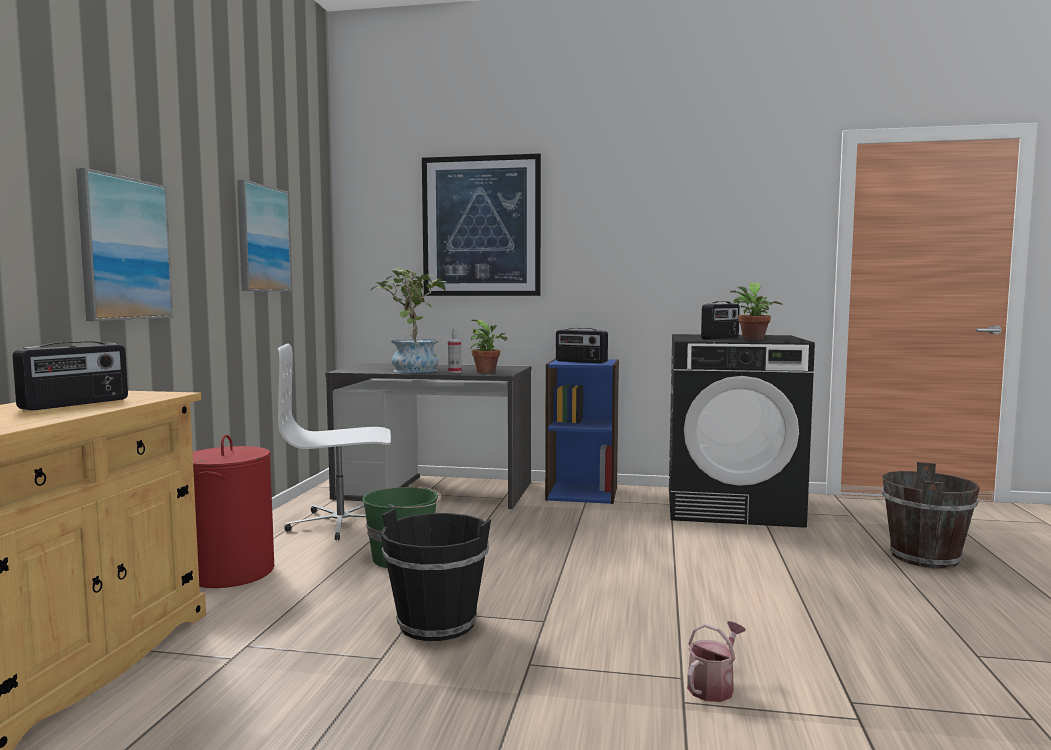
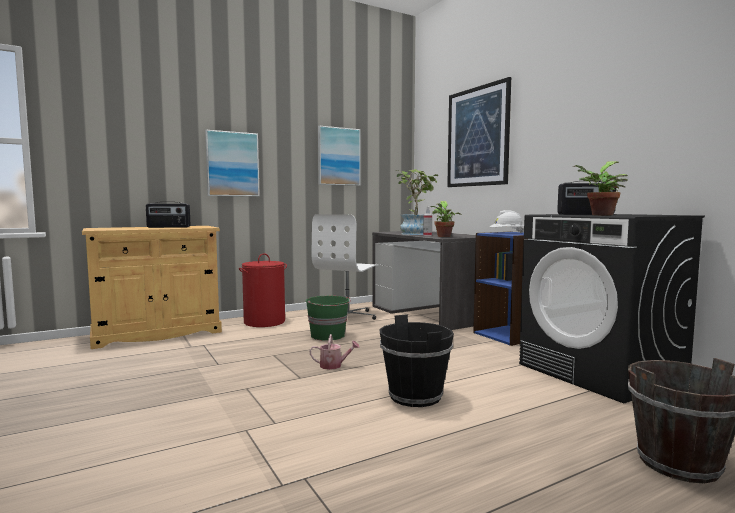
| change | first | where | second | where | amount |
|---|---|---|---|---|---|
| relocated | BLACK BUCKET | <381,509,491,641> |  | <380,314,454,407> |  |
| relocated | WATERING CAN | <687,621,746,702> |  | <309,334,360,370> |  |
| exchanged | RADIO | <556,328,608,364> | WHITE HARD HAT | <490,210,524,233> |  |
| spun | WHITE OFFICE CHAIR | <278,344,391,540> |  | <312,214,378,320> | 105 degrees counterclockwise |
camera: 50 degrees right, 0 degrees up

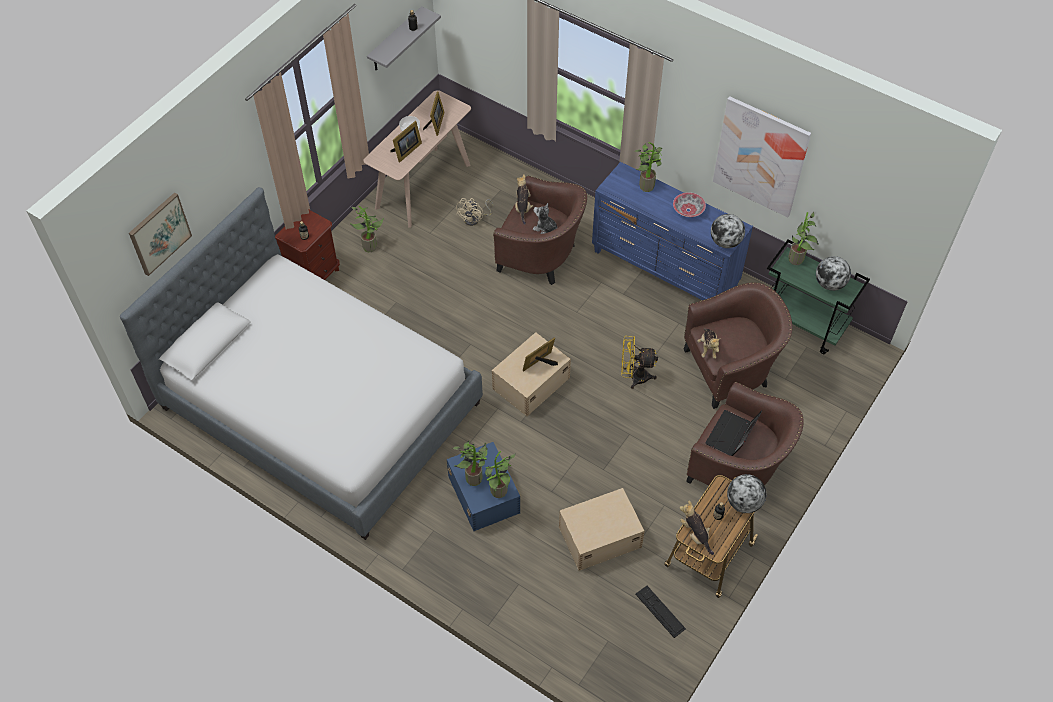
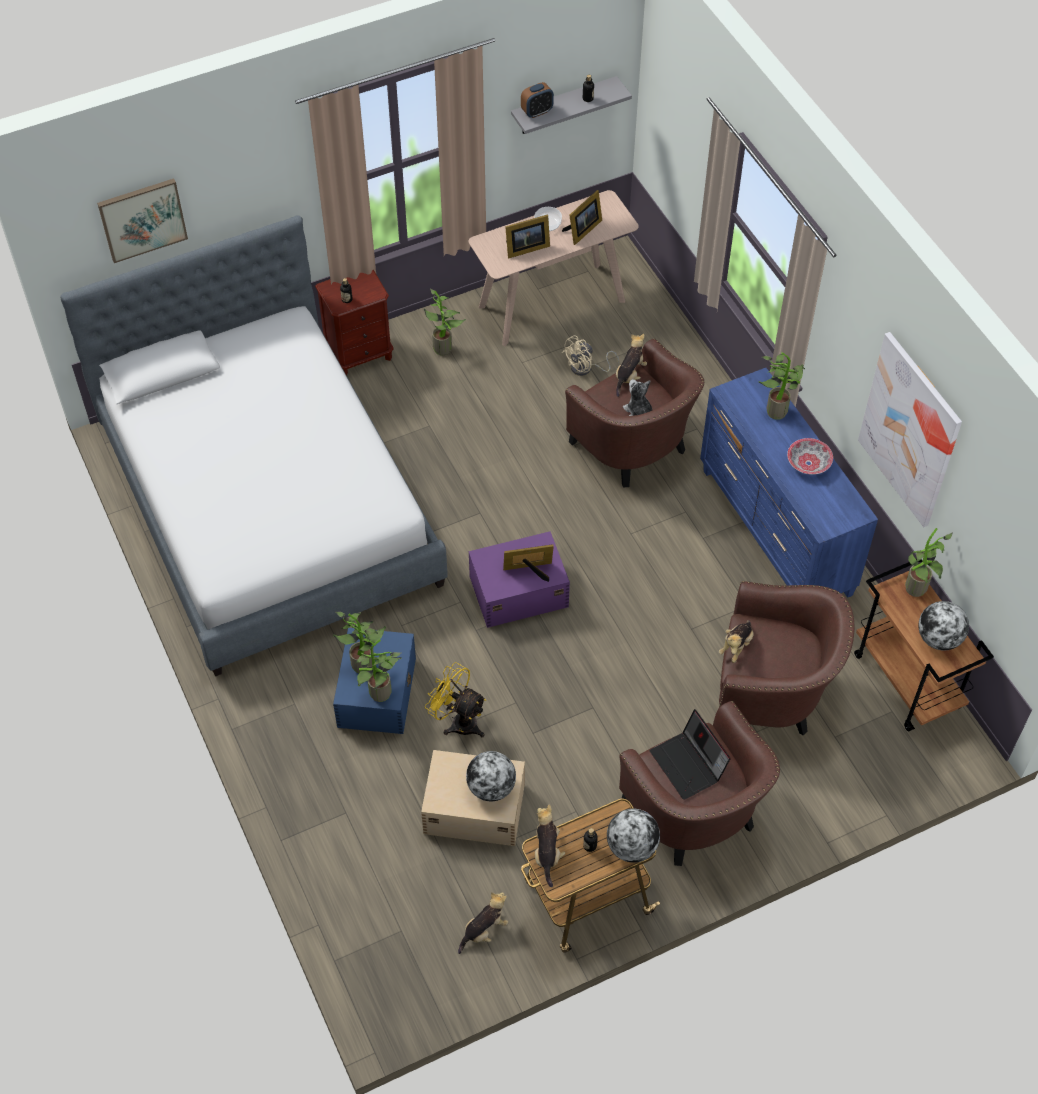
| change | first | where | second | where | amount |
|---|---|---|---|---|---|
| appeared |  |  | ALARM CLOCK | <521,82,554,118> |  |
| relocated | YELLOW FAN | <621,336,658,389> |  | <425,662,486,738> |  |
| relocated | GLOBE | <711,214,745,248> |  | <466,751,516,801> |  |
| exchanged | KEYBOARD | <635,586,686,638> | PLUSH TOY | <458,892,508,954> |  |
| colour | BEIGE STORAGE BOX | <492,332,571,416> | PURPLE STORAGE BOX | <469,531,570,628> |  |
| colour | GREEN CART | <767,240,870,354> | BROWN CART | <854,559,994,732> |  |
| spun | LAPTOP | <705,410,762,456> |  | <650,709,731,800> | 90 degrees counterclockwise |
camera: 30 degrees right, 0 degrees up

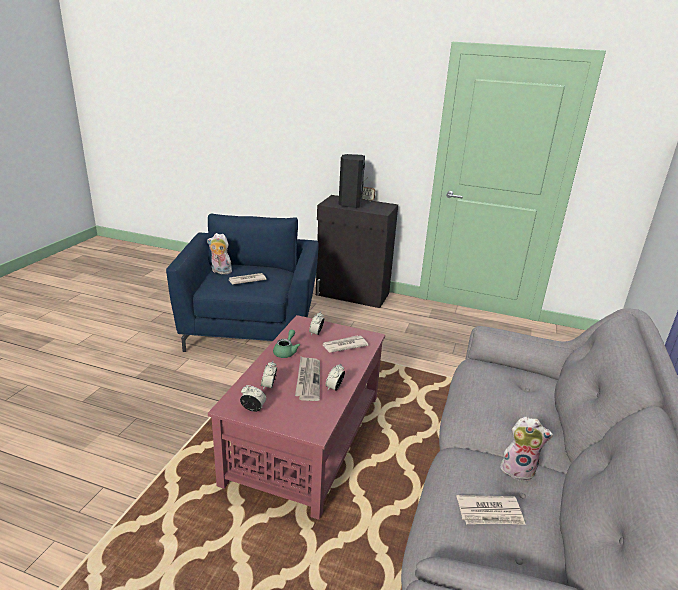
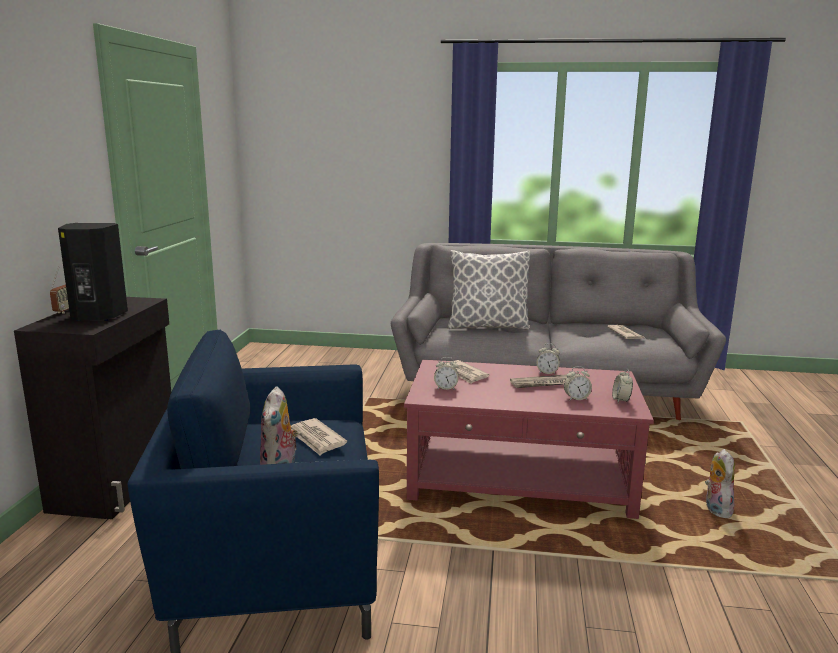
| change | first | where | second | where | amount |
|---|---|---|---|---|---|
| missing | GREEN TEAPOT | <273,329,300,358> |  |  |  |
| appeared |  |  | PILLOW | <448,250,530,330> |  |
| relocated | PLUSH TOY | <500,417,553,481> |  | <705,449,735,518> |  |
camera: 100 degrees left, 10 degrees down

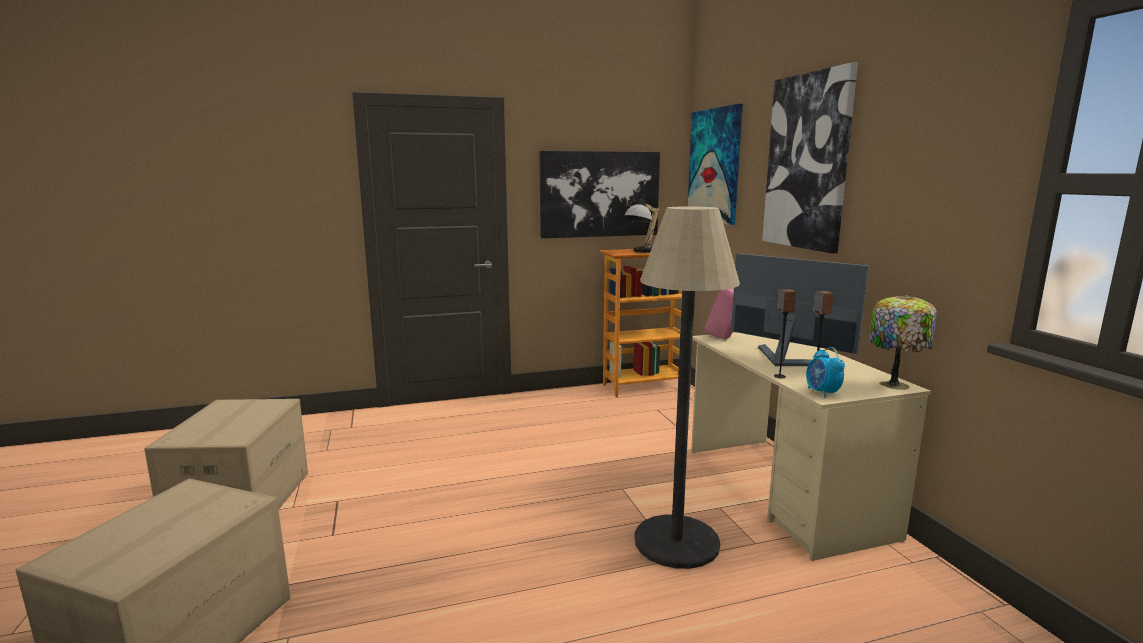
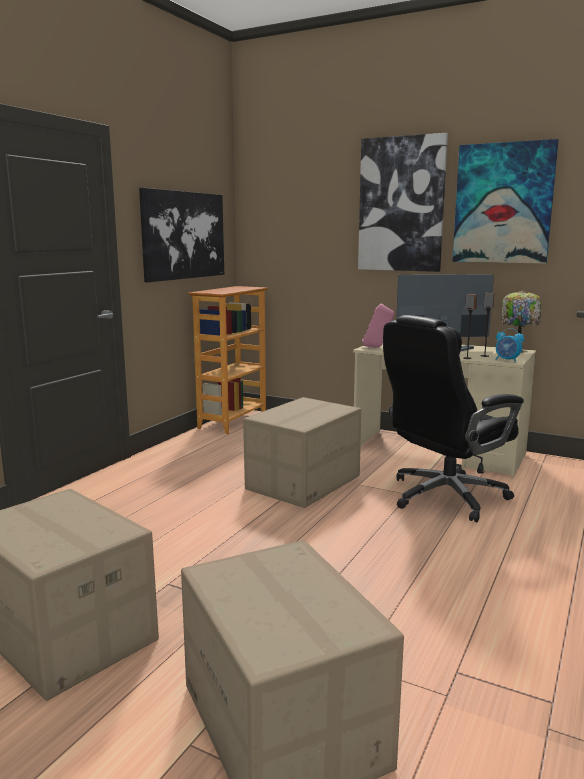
| change | first | where | second | where | amount |
|---|---|---|---|---|---|
| missing | TABLE LAMP | <624,196,659,253> |  |  |  |
| appeared |  |  | CARDBOARD BOX | <243,397,361,508> |  |
| relocated | PICTURE | <688,104,743,225> |  | <452,139,559,264> |  |
| exchanged | FLOOR LAMP | <634,206,740,569> | BLACK OFFICE CHAIR | <383,315,524,522> |  |
camera: 45 degrees left, 0 degrees up

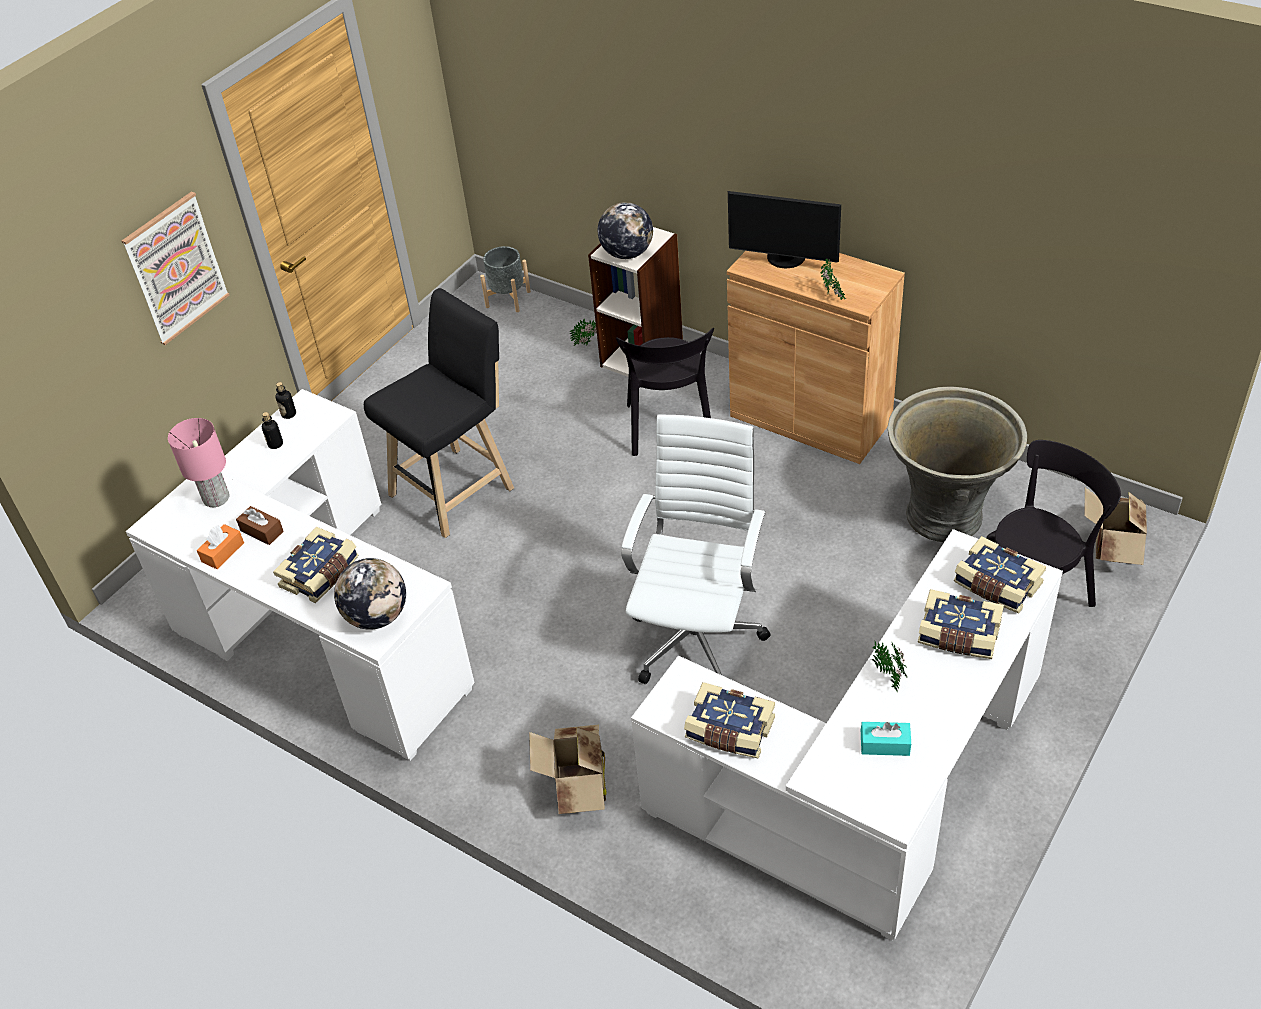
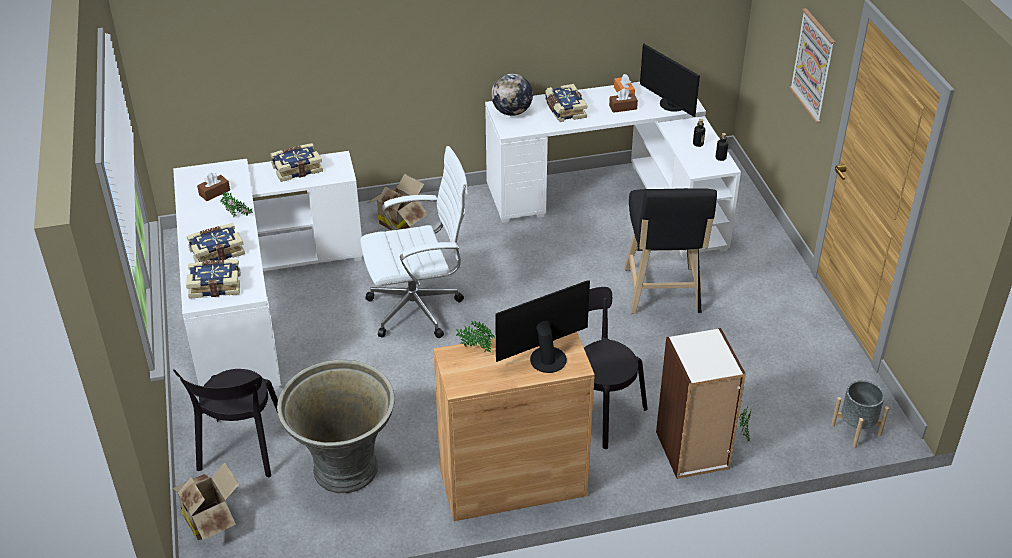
| change | first | where | second | where | amount |
|---|---|---|---|---|---|
| missing | GLOBE | <598,202,653,259> |  |  |  |
| exchanged | PINK TABLE LAMP | <168,418,230,507> | MONITOR | <640,43,700,117> |  |
| colour | TURQUOISE TISSUE BOX | <861,722,911,756> | BROWN TISSUE BOX | <197,173,230,201> |  |
| spun | WHITE OFFICE CHAIR | <622,414,771,684> |  | <360,146,469,338> | 75 degrees counterclockwise |
camera: 130 degrees right, 5 degrees down

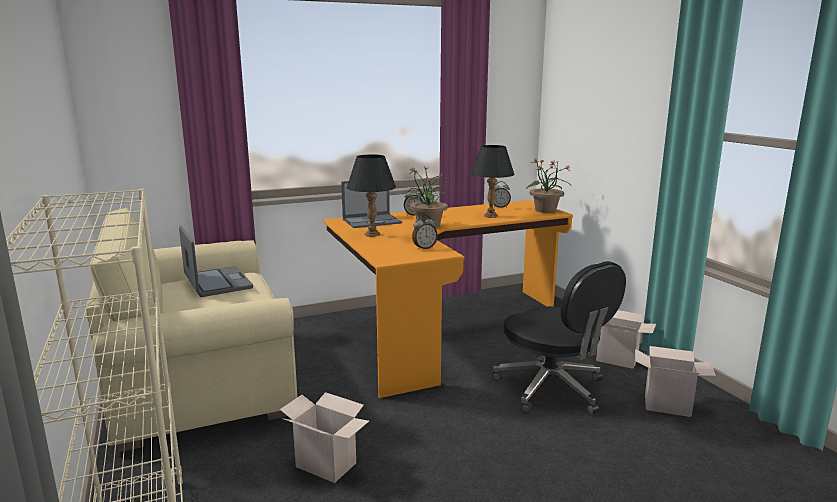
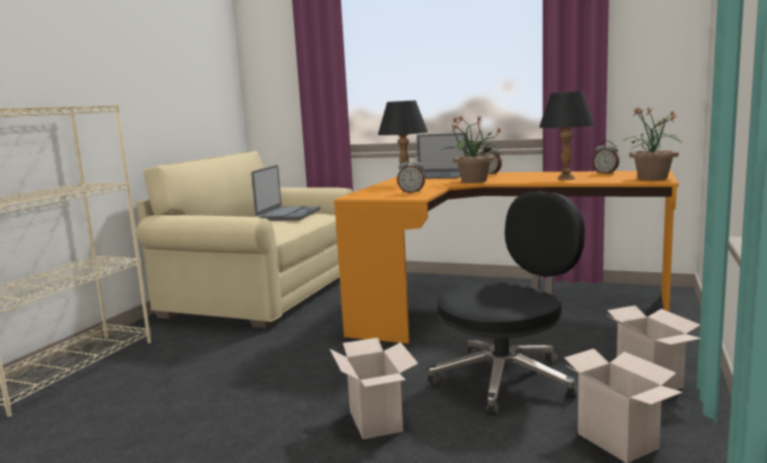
| change | first | where | second | where | amount |
|---|---|---|---|---|---|
| relocated | CARDBOARD BOX | <280,392,369,483> |  | <330,338,418,439> |  |
| spun | BLACK OFFICE CHAIR | <493,261,626,414> |  | <428,191,585,416> | 135 degrees counterclockwise |
camera: 45 degrees right, 5 degrees down

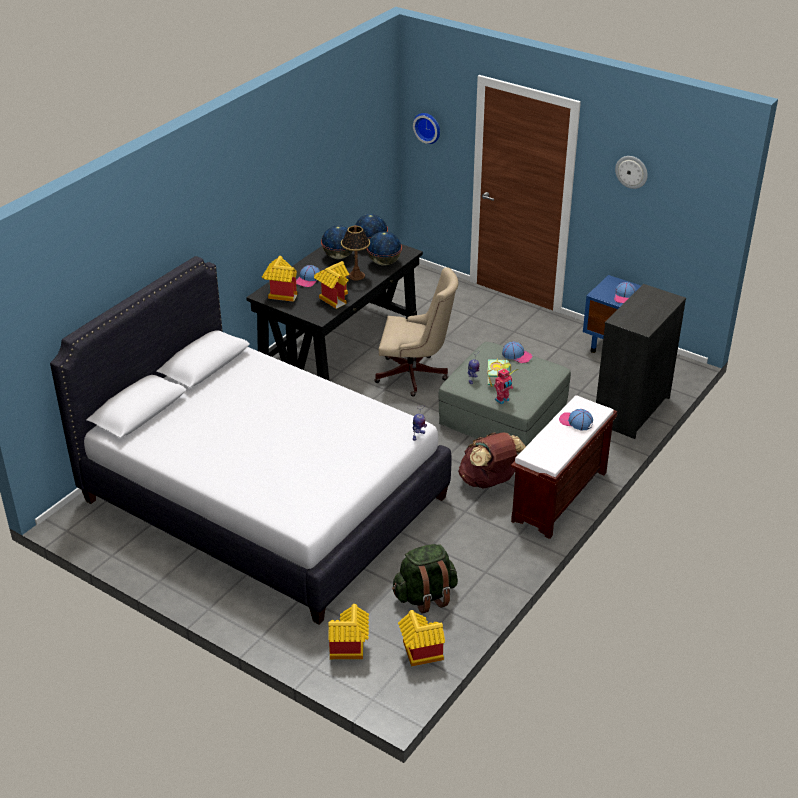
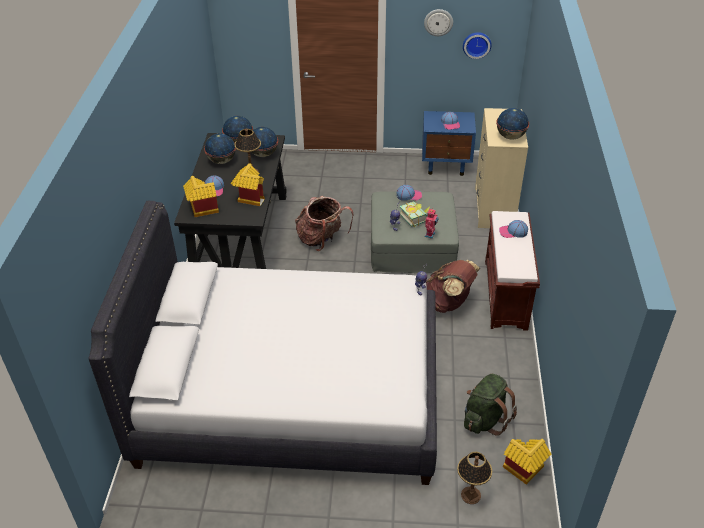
| change | first | where | second | where | amount |
|---|---|---|---|---|---|
| appeared |  |  | GLOBE | <496,108,529,140> |  |
| relocated | WALL CLOCK | <413,113,440,144> |  | <463,32,492,59> |  |
| exchanged | TOY HOUSE | <329,604,369,659> | TABLE LAMP | <457,452,492,504> |  |
| exchanged | BEIGE OFFICE CHAIR | <374,267,459,396> | BACKPACK | <295,196,354,251> |  |
| colour | BLACK DRESSER | <596,284,686,439> | BEIGE DRESSER | <475,108,528,228> |  |
camera: 30 degrees left, 5 degrees up

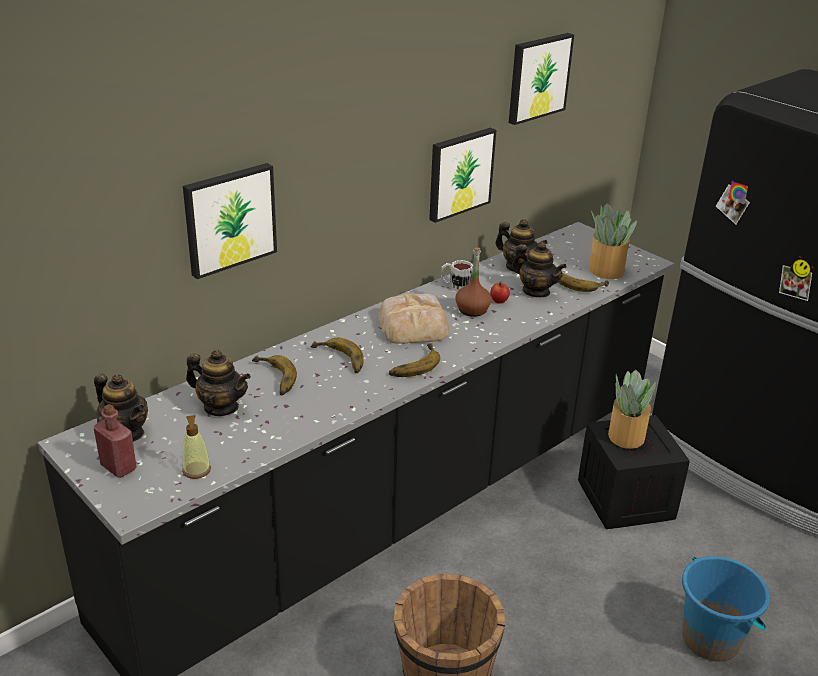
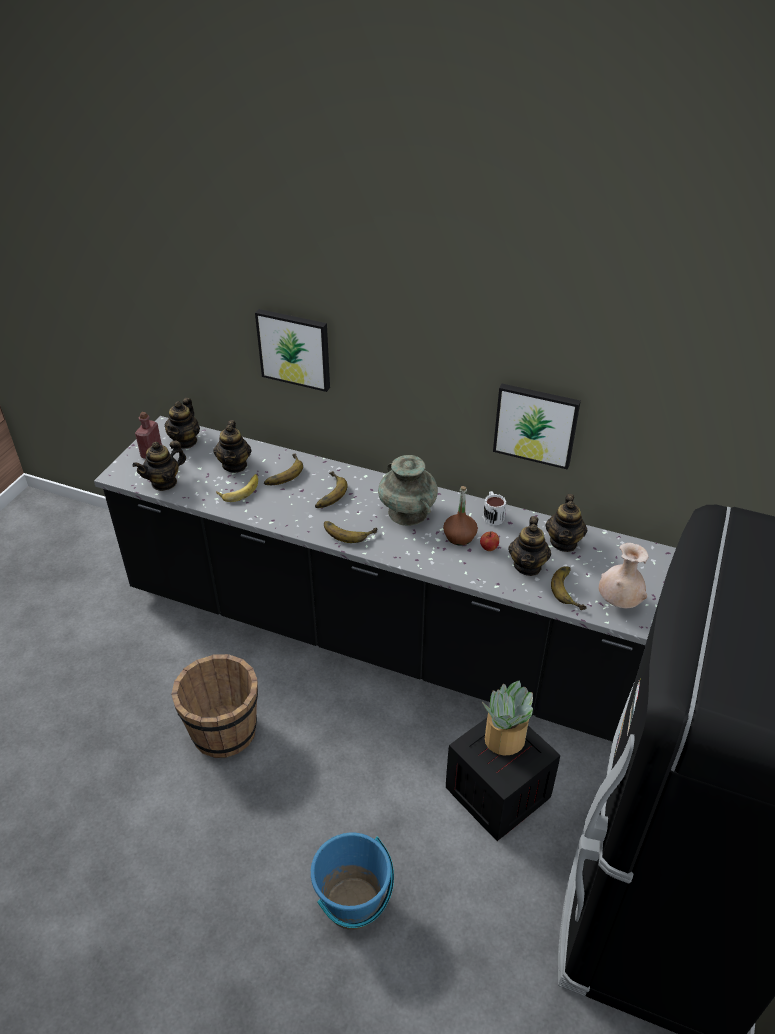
| change | first | where | second | where | amount |
|---|---|---|---|---|---|
| missing | PICTURE | <509,33,574,125> |  |  |  |
| appeared |  |  | BANANA | <216,474,258,502> |  |
| exchanged | SOAP DISPENSER | <182,415,211,479> | TEAPOT | <133,441,186,491> |  |
| exchanged | BREAD | <379,294,449,344> | TURQUOISE VASE | <378,455,438,526> |  |
| exchanged | POTTED PLANT | <589,203,637,279> | BEIGE VASE | <599,543,648,608> |  |
camera: 65 degrees right, 10 degrees up

